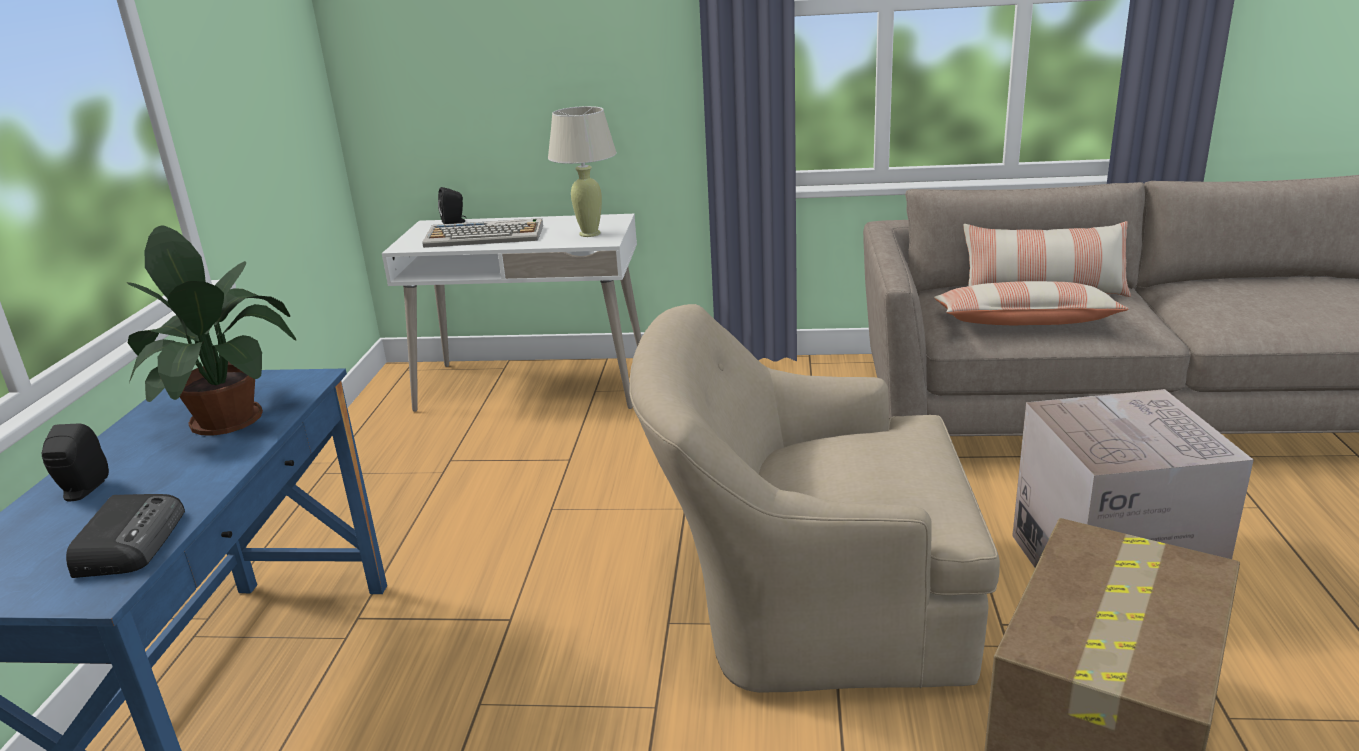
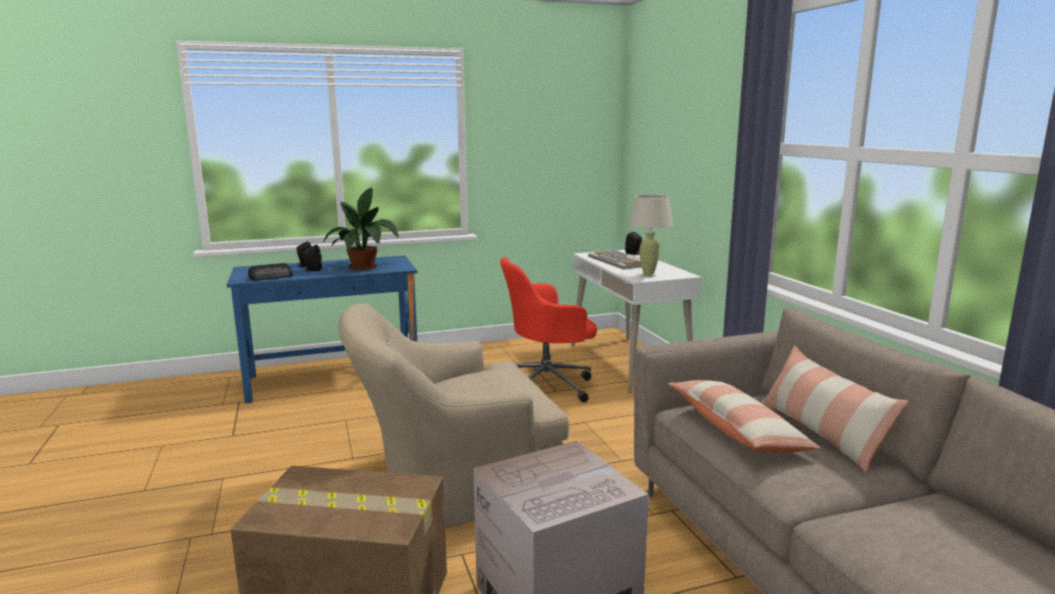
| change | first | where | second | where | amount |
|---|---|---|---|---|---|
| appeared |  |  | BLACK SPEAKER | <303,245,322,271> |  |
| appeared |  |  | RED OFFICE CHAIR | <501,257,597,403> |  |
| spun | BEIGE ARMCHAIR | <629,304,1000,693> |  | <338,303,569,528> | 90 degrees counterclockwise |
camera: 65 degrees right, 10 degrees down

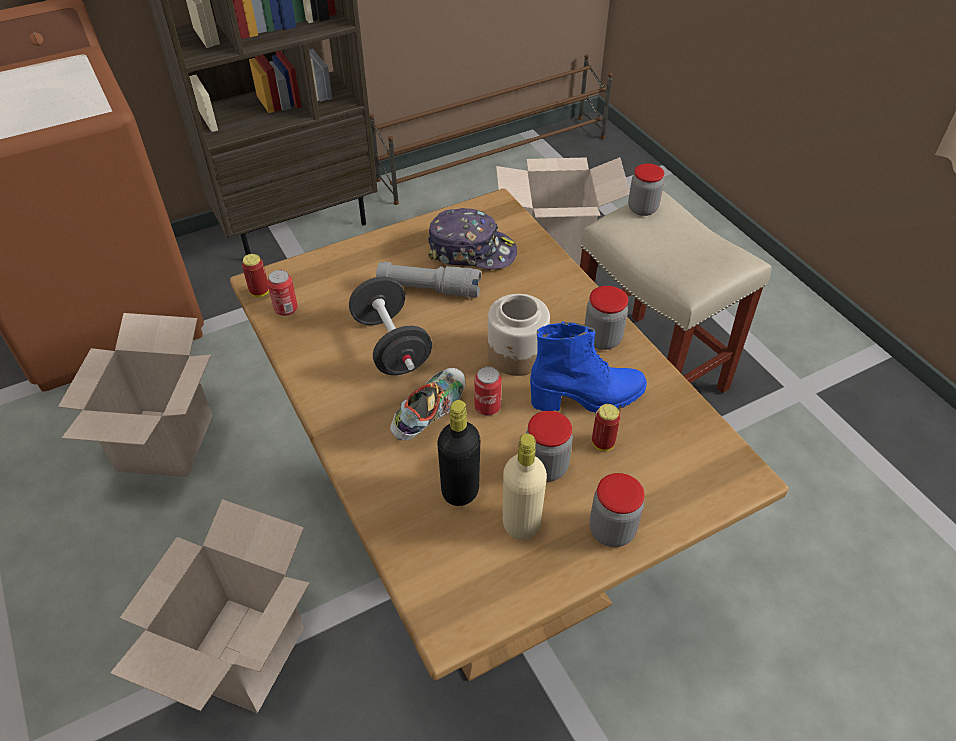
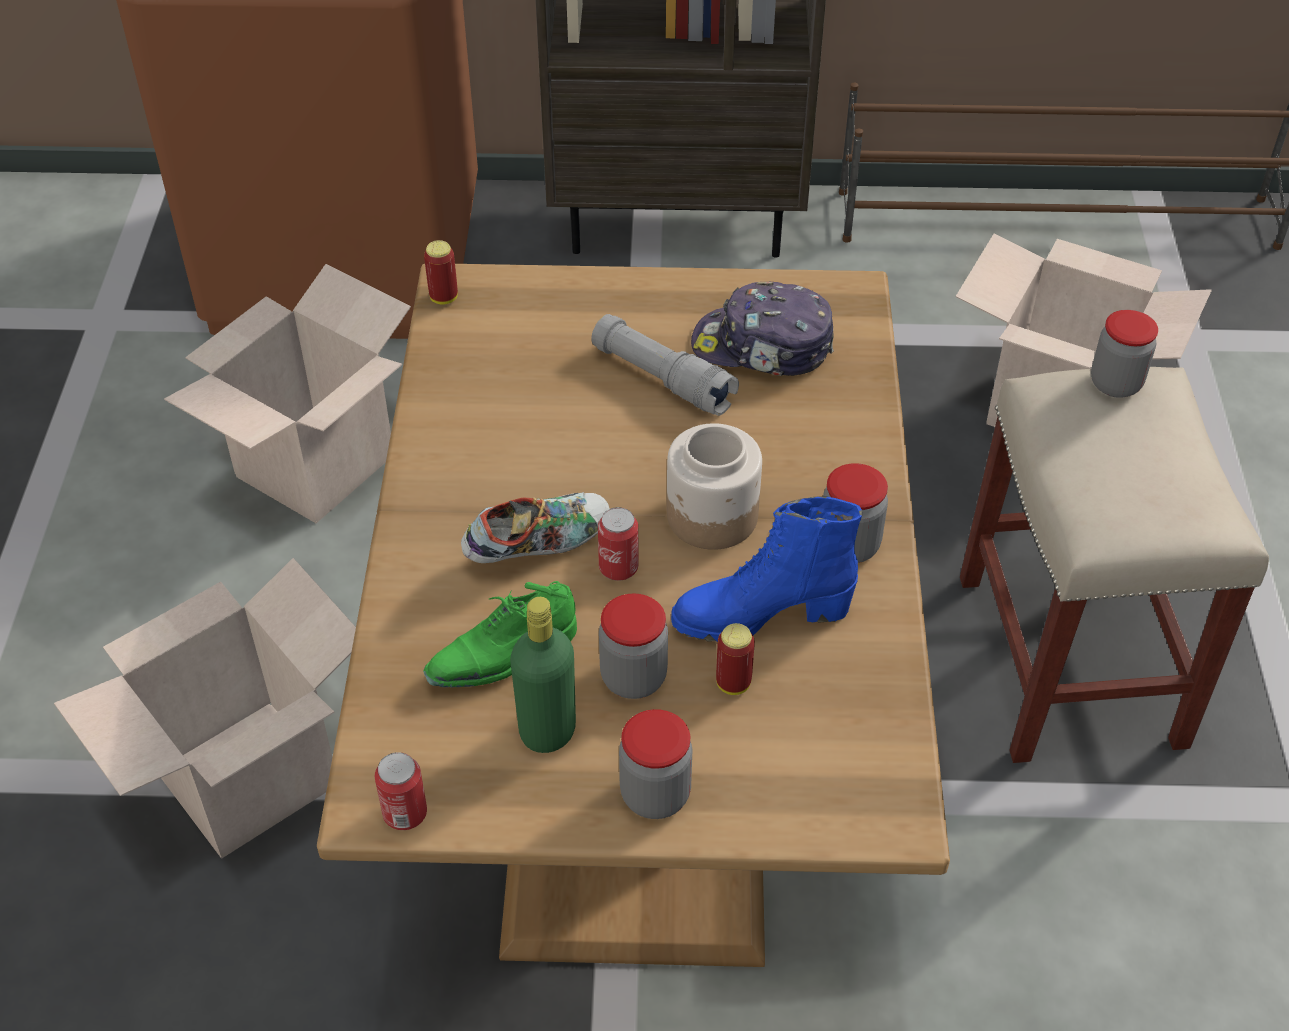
| change | first | where | second | where | amount |
|---|---|---|---|---|---|
| missing | BLACK DUMBBELL | <349,276,432,375> |  |  |  |
| relocated | CAN | <267,270,298,316> |  | <375,752,427,830> |  |
| exchanged | BLACK BOTTLE | <438,400,480,506> | GREEN SHOE | <423,581,577,688> |  |
| colour | BEIGE BOTTLE | <503,434,547,540> | GREEN BOTTLE | <510,597,576,753> |  |
| spun | CAP | <428,208,517,269> |  | <691,282,834,376> | 150 degrees clockwise |
| spun | BLUE BOOT | <530,321,647,413> |  | <671,497,862,642> | 150 degrees clockwise |
camera: 30 degrees right, 0 degrees up

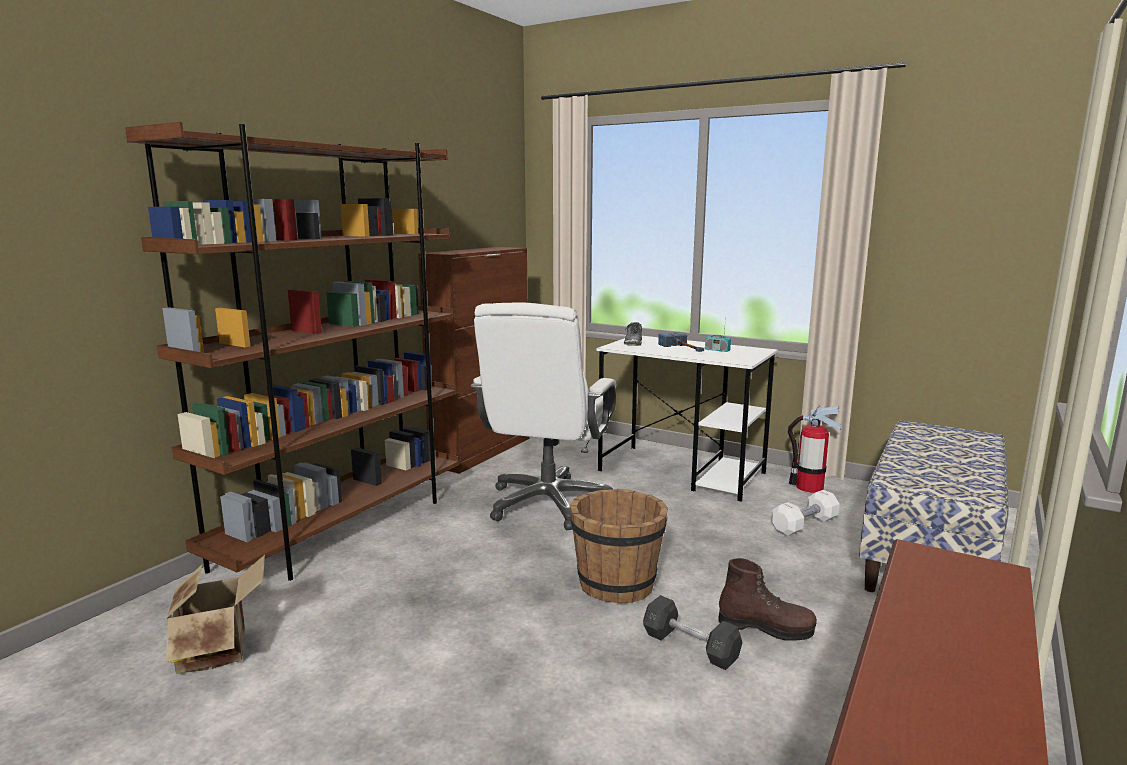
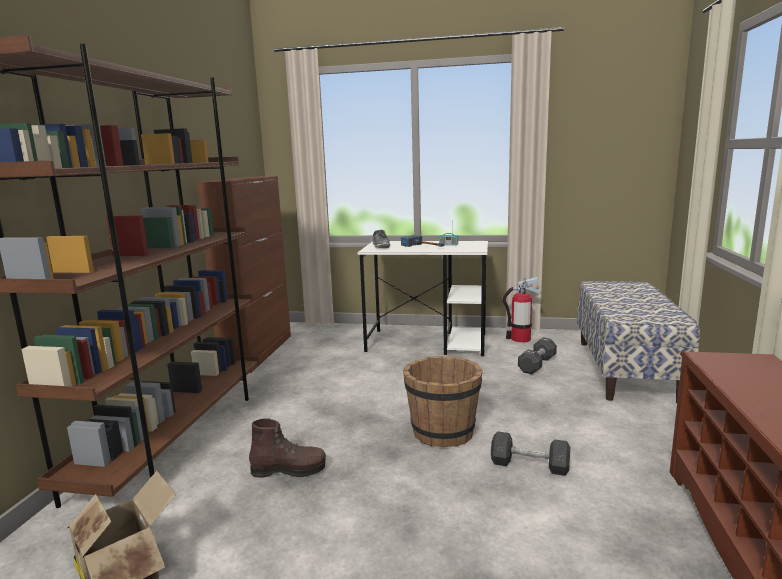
| change | first | where | second | where | amount |
|---|---|---|---|---|---|
| missing | WHITE OFFICE CHAIR | <471,302,617,530> |  |  |  |
| relocated | BROWN BOOT | <718,558,817,641> |  | <249,418,326,478> |  |
| colour | WHITE DUMBBELL | <771,490,840,536> | BLACK DUMBBELL | <518,337,557,374> |  |
camera: 20 degrees left, 0 degrees up

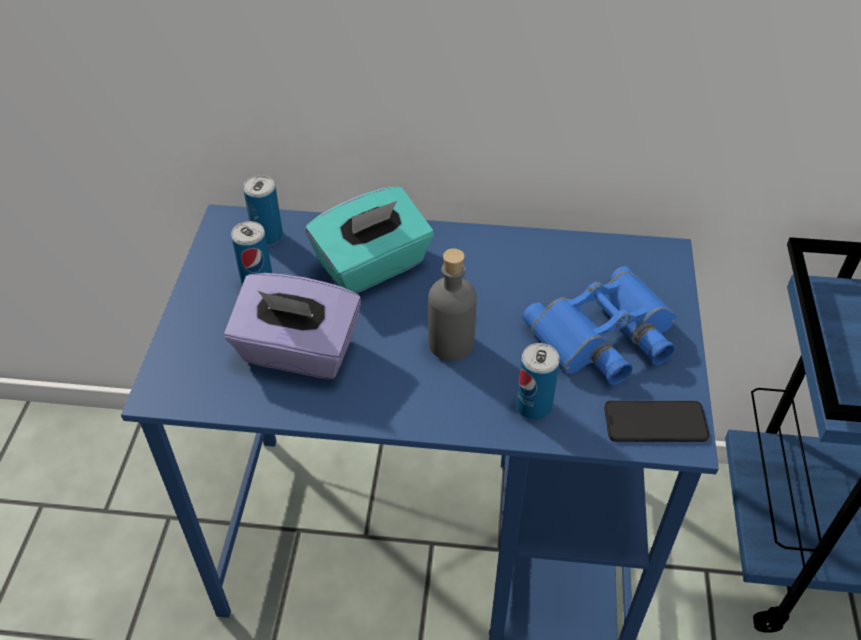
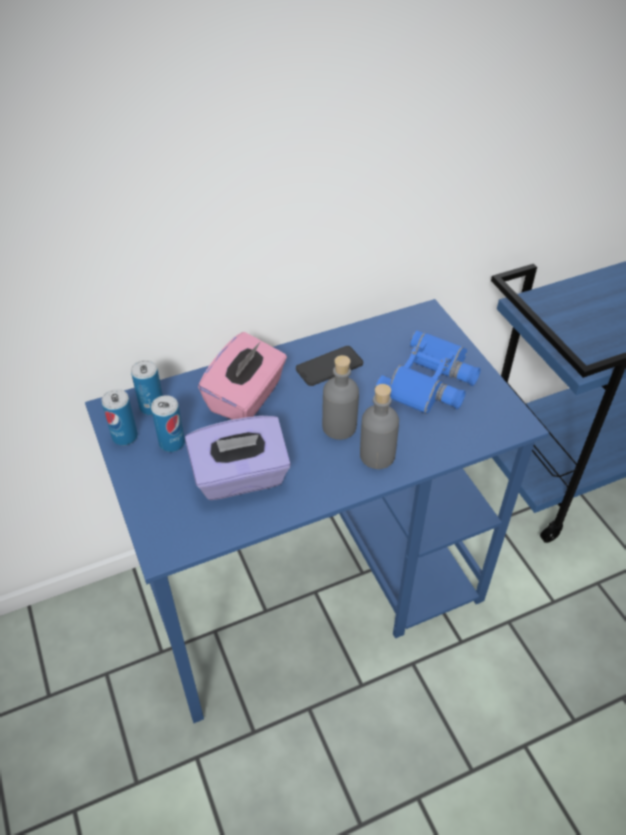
| change | first | where | second | where | amount |
|---|---|---|---|---|---|
| appeared |  |  | GREY BOTTLE | <360,384,399,469> |  |
| relocated | CAN | <516,343,560,420> |  | <102,389,138,446> |  |
| relocated | PHONE | <604,401,709,442> |  | <296,346,363,386> |  |
| colour | TURQUOISE TISSUE BOX | <306,187,434,293> | PINK TISSUE BOX | <198,332,287,420> |  |
camera: 30 degrees left, 0 degrees up

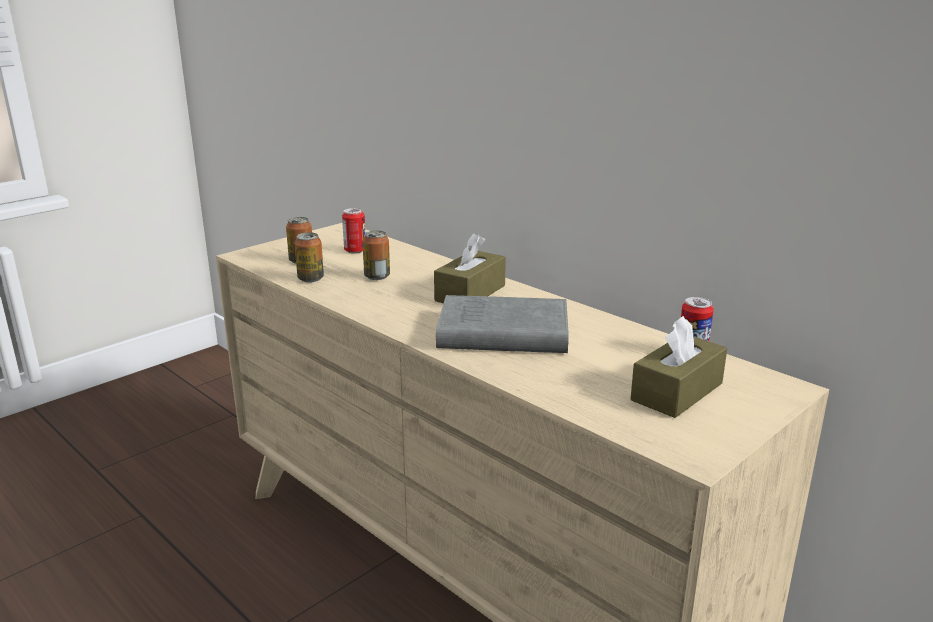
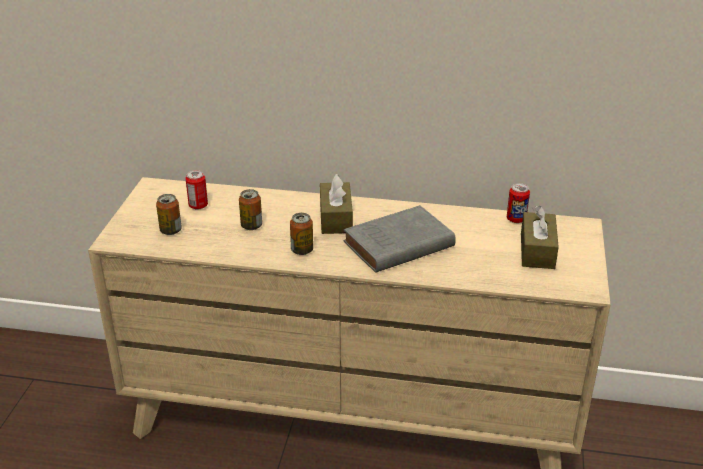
| change | first | where | second | where | amount |
|---|---|---|---|---|---|
| relocated | CAN | <294,232,324,283> |  | <290,213,313,255> |  |
camera: 35 degrees left, 10 degrees up

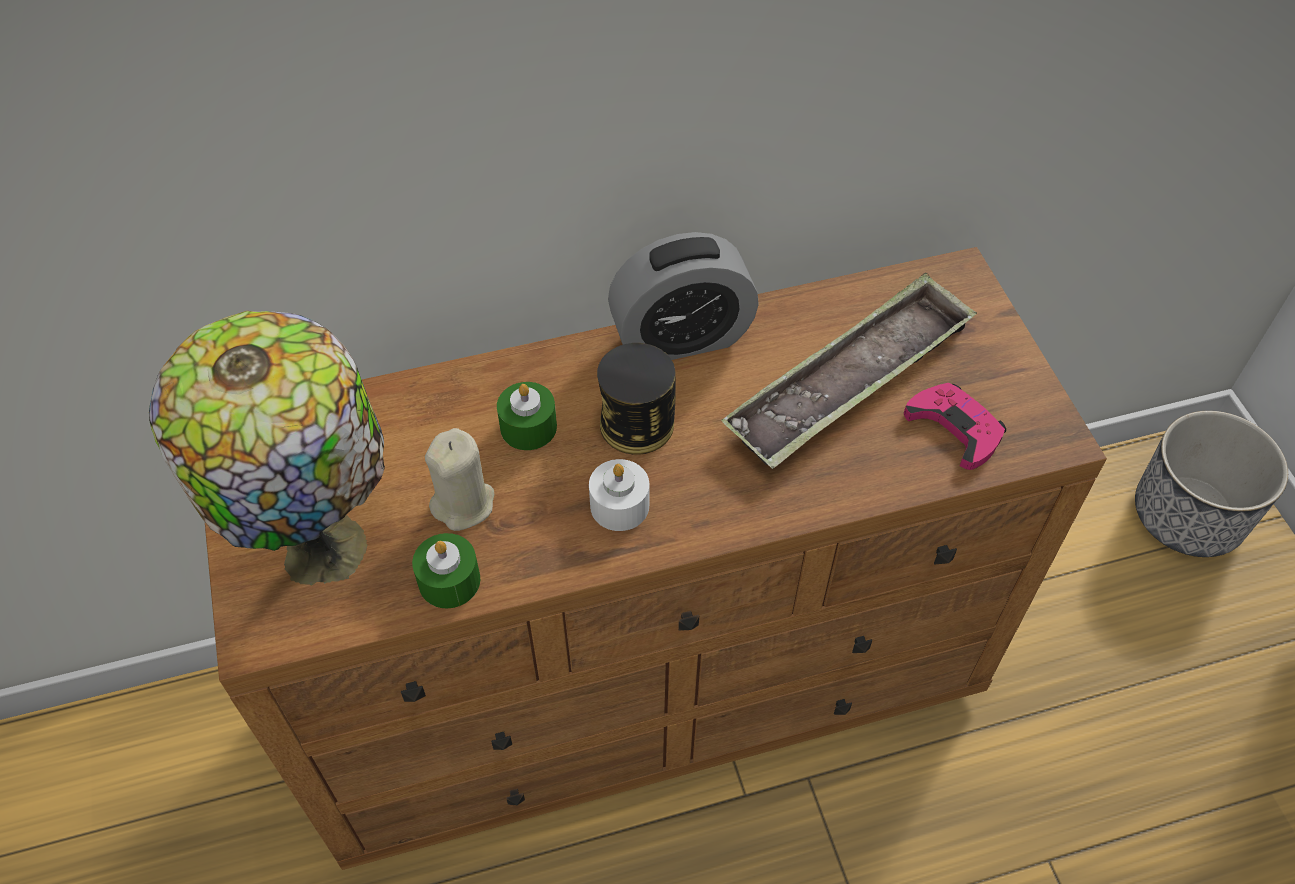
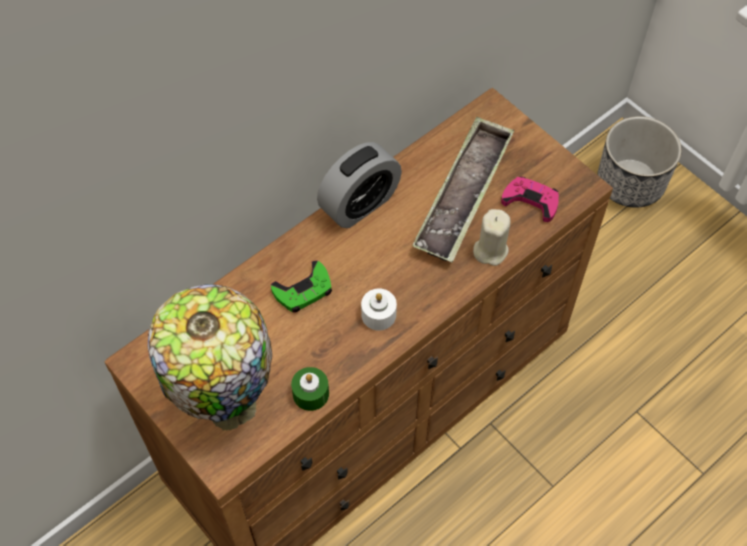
| change | first | where | second | where | amount |
|---|---|---|---|---|---|
| missing | CAN | <597,343,675,454> |  |  |  |
| relocated | BEIGE CANDLE | <425,428,494,531> |  | <473,209,511,266> |  |
| exchanged | GREEN CANDLE | <497,382,557,450> | GREEN GAME CONTROLLER | <271,260,332,313> |  |
camera: 25 degrees left, 5 degrees up

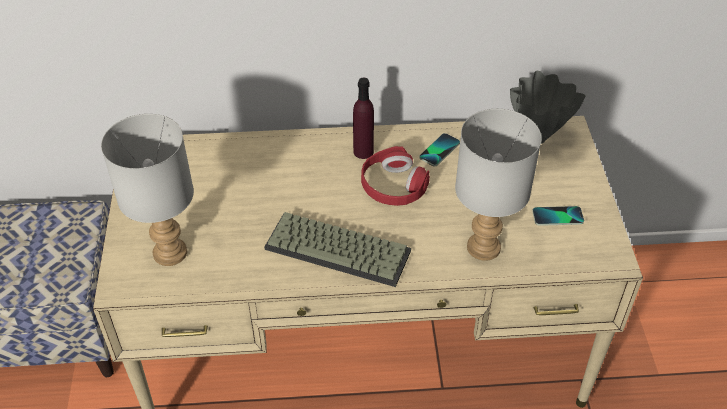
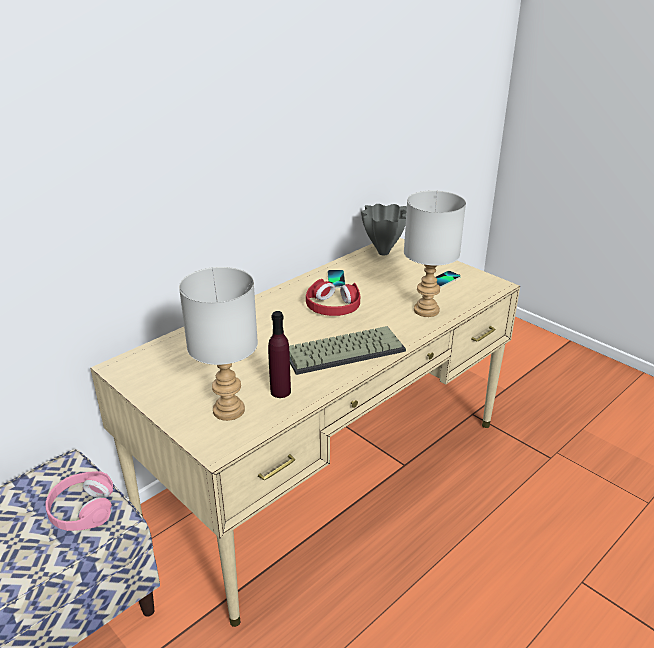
| change | first | where | second | where | amount |
|---|---|---|---|---|---|
| appeared |  |  | PINK HEADPHONES | <45,471,113,531> |  |
| relocated | PURPLE BOTTLE | <353,78,374,159> |  | <268,311,291,398> |  |
camera: 40 degrees left, 15 degrees down

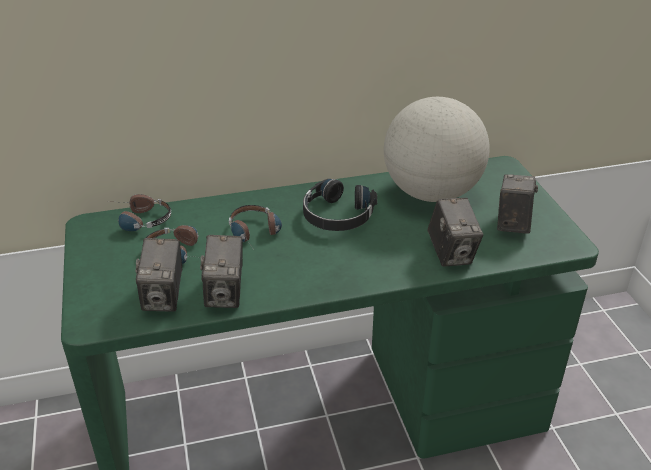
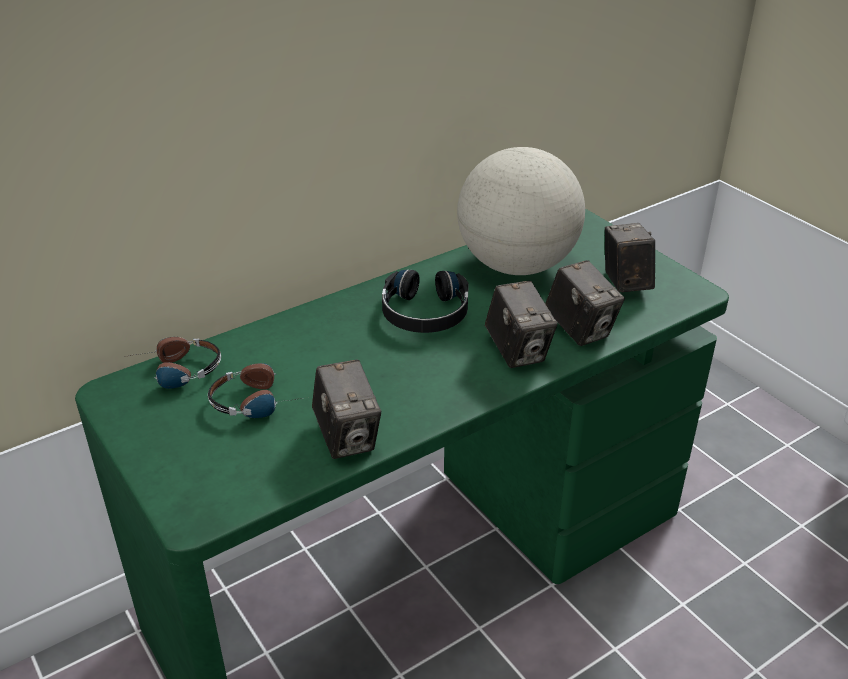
| change | first | where | second | where | amount |
|---|---|---|---|---|---|
| missing | HEADPHONES | <229,205,282,244> |  |  |  |
| relocated | PHOTO CAMERA | <135,238,182,312> |  | <485,281,558,368> |  |
camera: 20 degrees left, 0 degrees up

